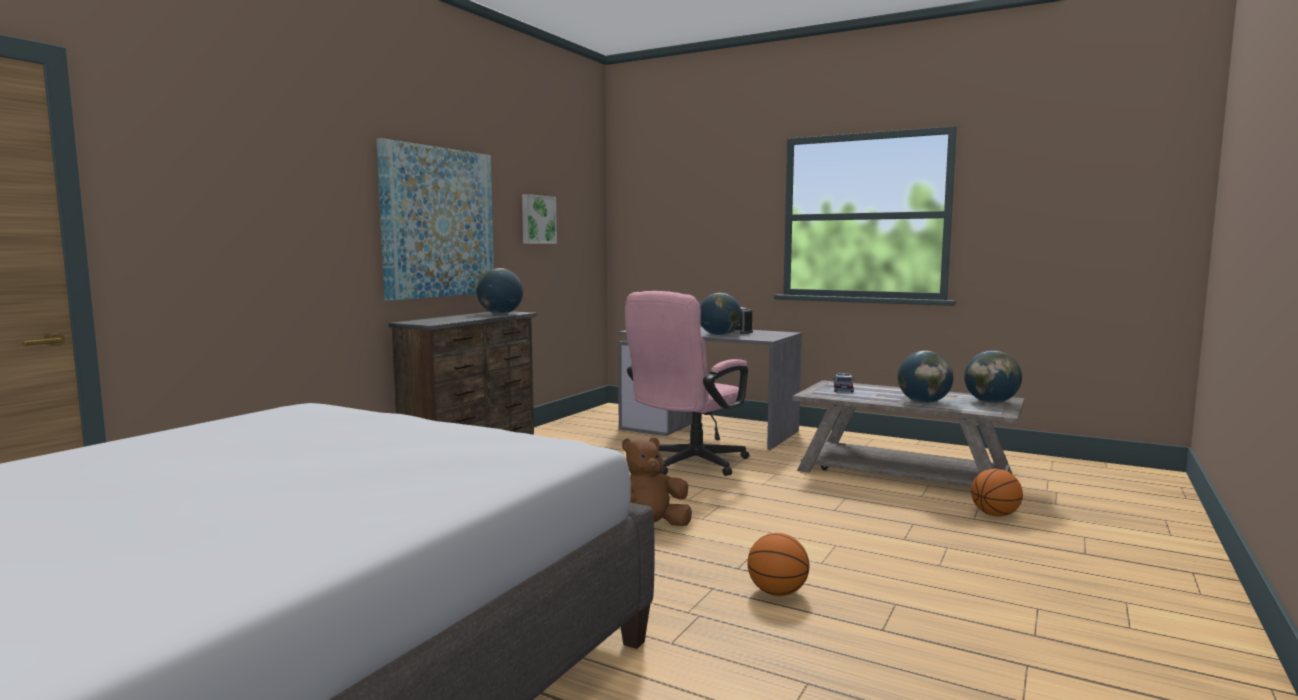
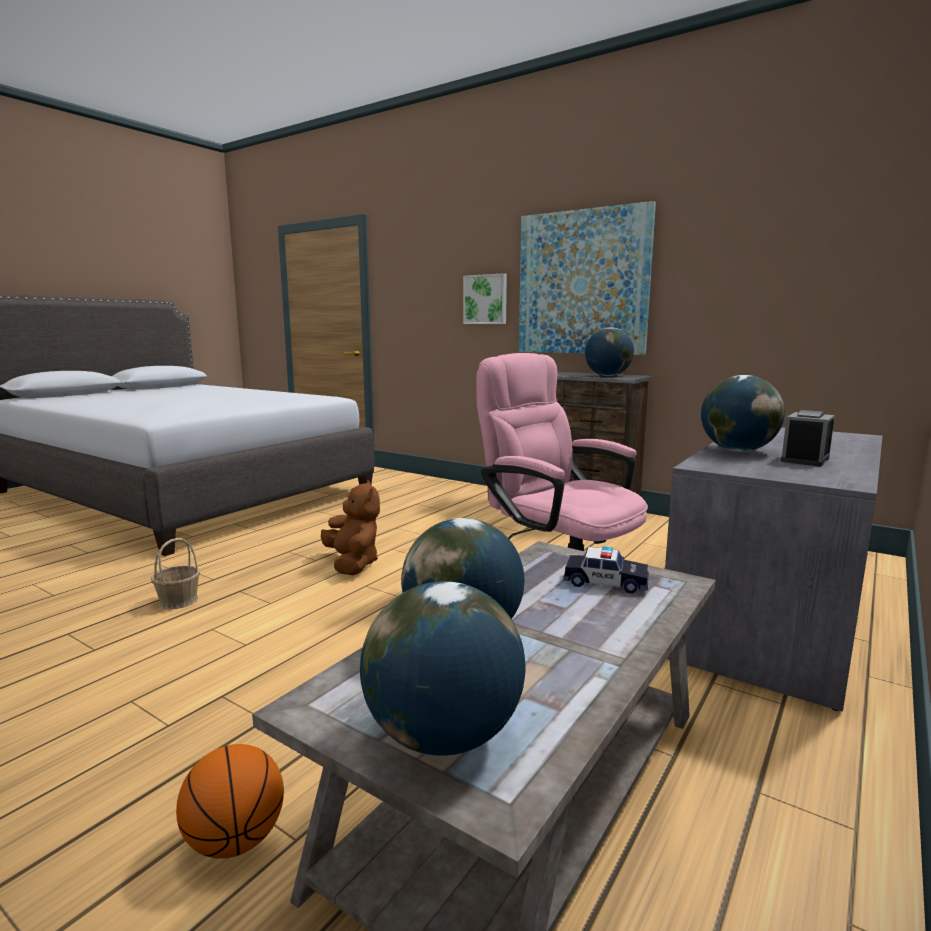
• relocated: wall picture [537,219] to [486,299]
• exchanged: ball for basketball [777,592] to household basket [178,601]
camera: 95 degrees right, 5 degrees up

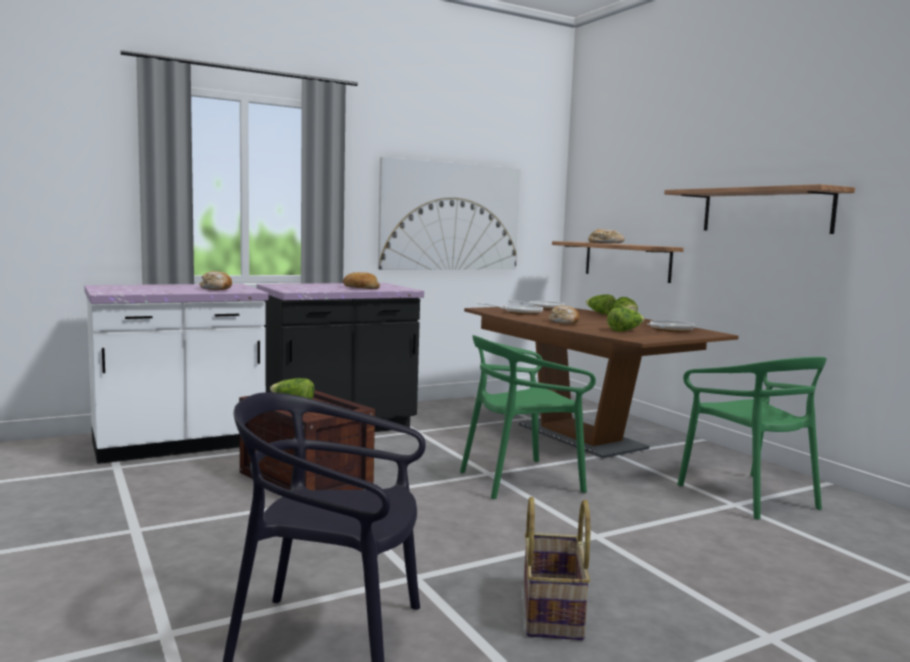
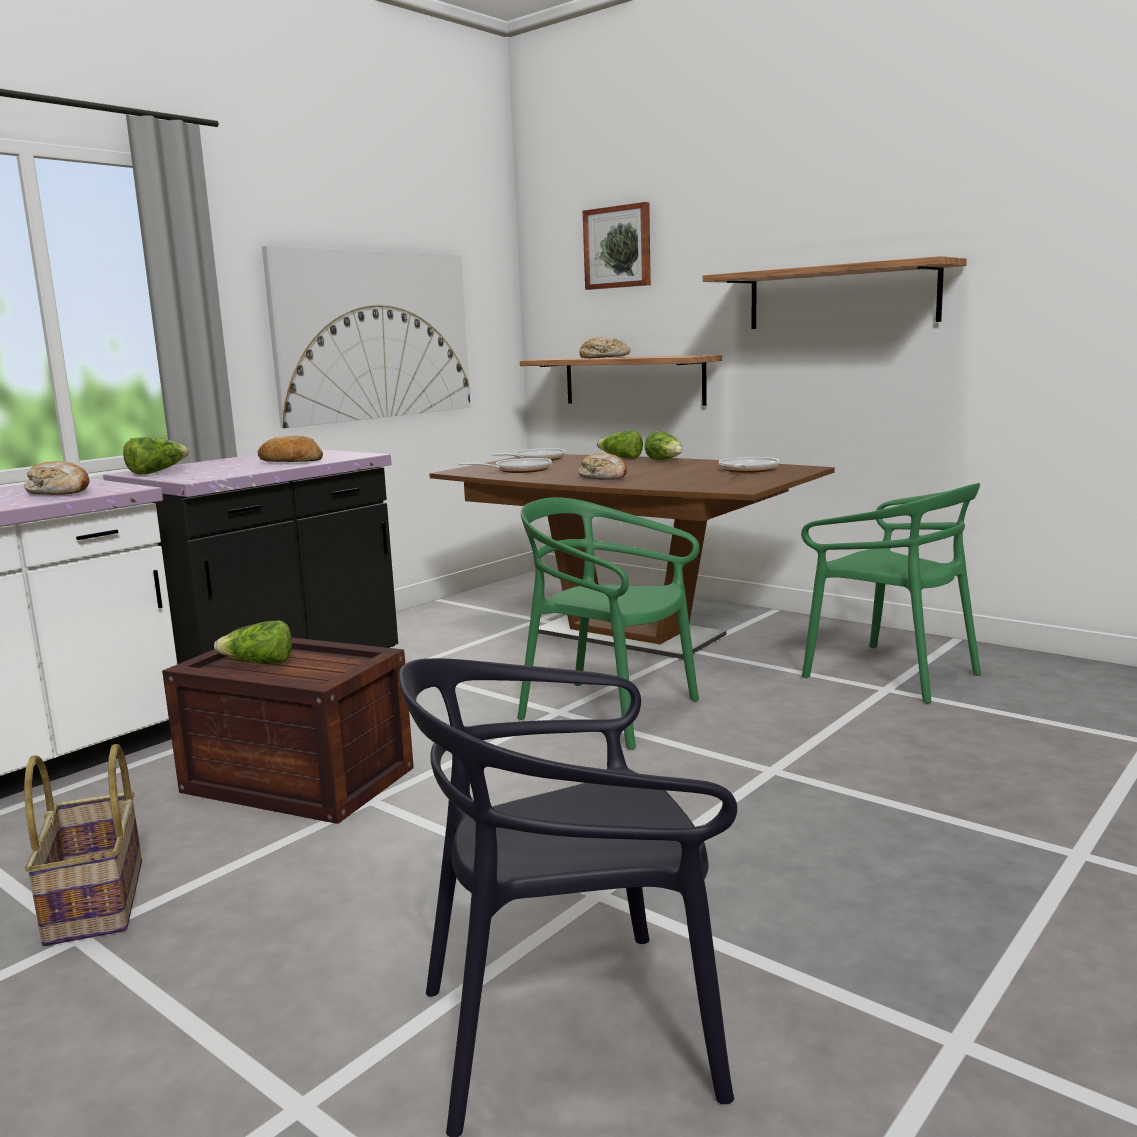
• relocated: lettuce [625,330] to [157,472]
• spun: chair in green [521,480] = [609,712] 75 degrees clockwise
• relocated: household basket [553,612] to [98,902]
• appeared: wall picture [618,247]
camera: 20 degrees left, 5 degrees up

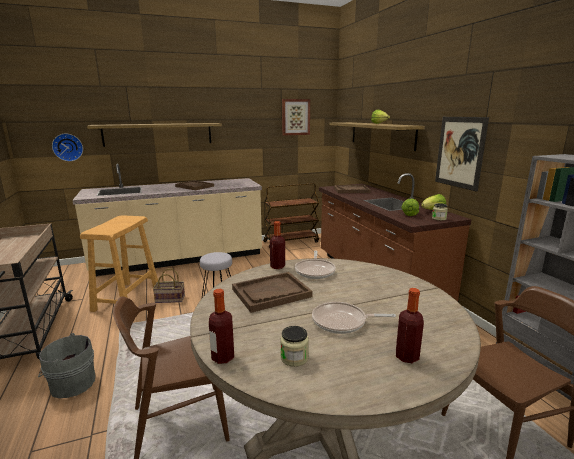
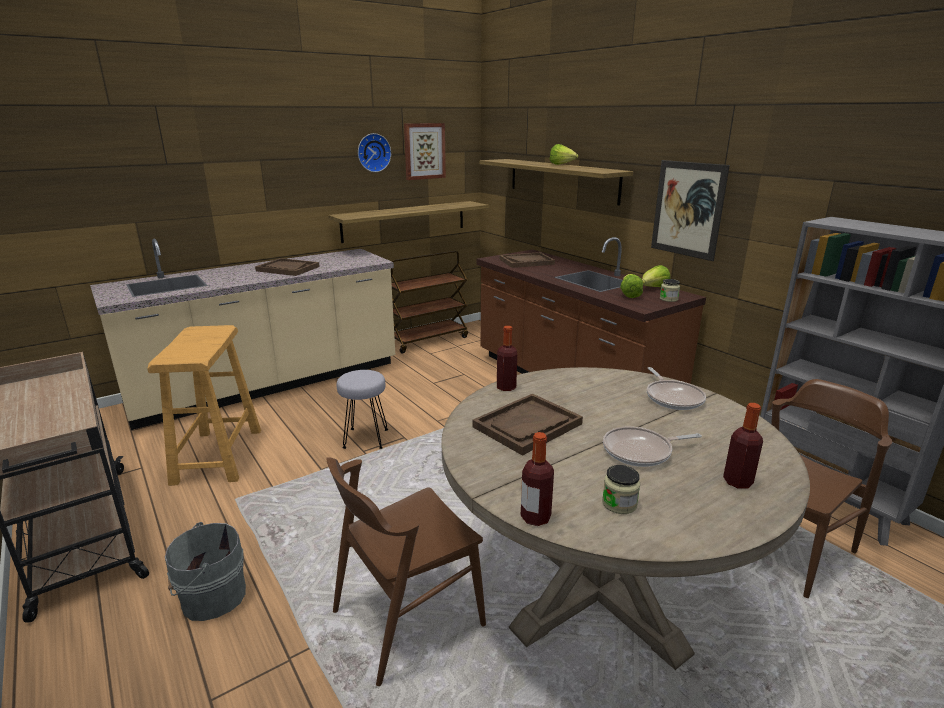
• relocated: bracket shelf [158,134] to [404,221]
• relocated: wall clock [68,147] to [373,152]
• relocated: skillet [315,271] to [673,397]
• missing: household basket [169,299]
camera: 15 degrees left, 5 degrees up

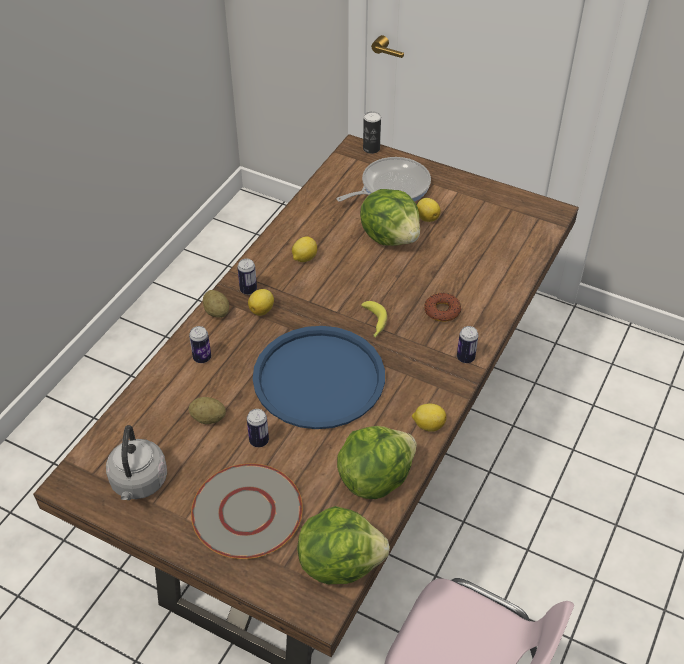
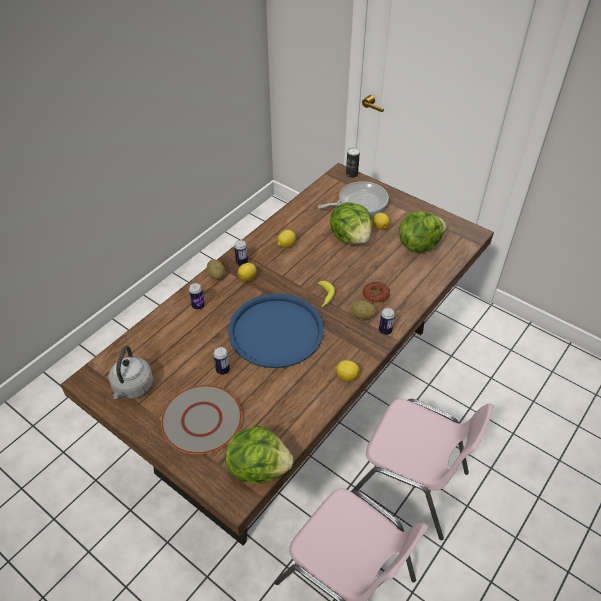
• relocated: spud [208,418] to [363,315]
• relocated: lettuce [374,478] to [418,244]
• appeared: chair in pink-coloured [410,485]
camera: 10 degrees right, 0 degrees up

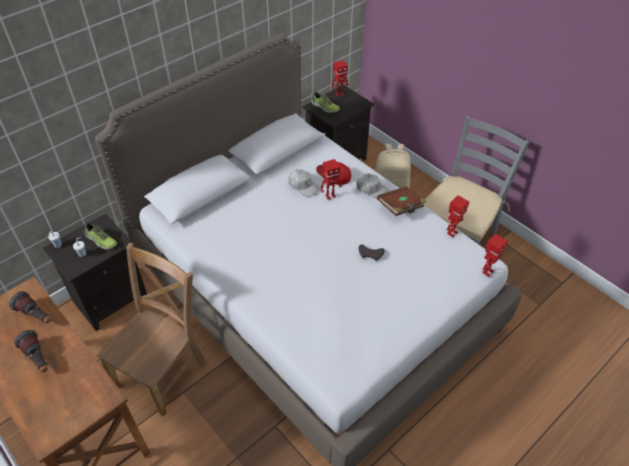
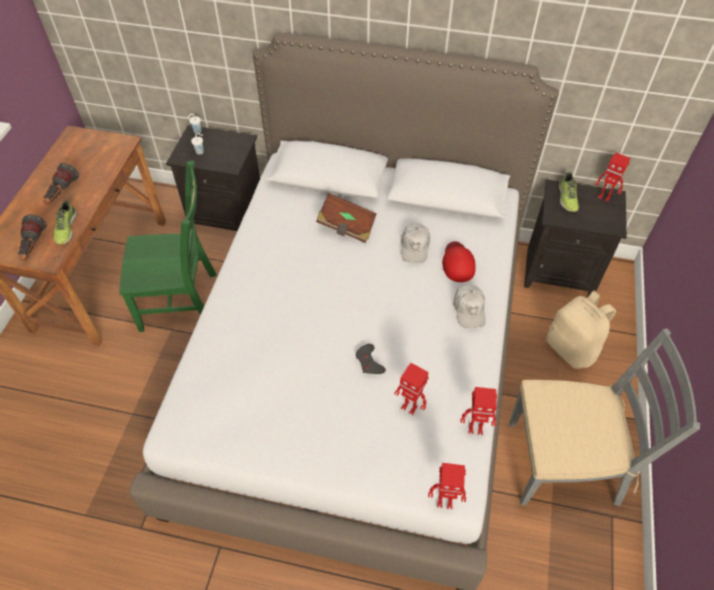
• relocated: toy robot [330,196] to [409,407]
• relocated: book in brownish [401,207] to [346,226]
• relocated: shoe [101,240] to [65,228]
• colour: chair in brownish [163,371] to chair in green [183,302]
• relocated: torch [36,316] to [33,247]
camera: 55 degrees right, 5 degrees up

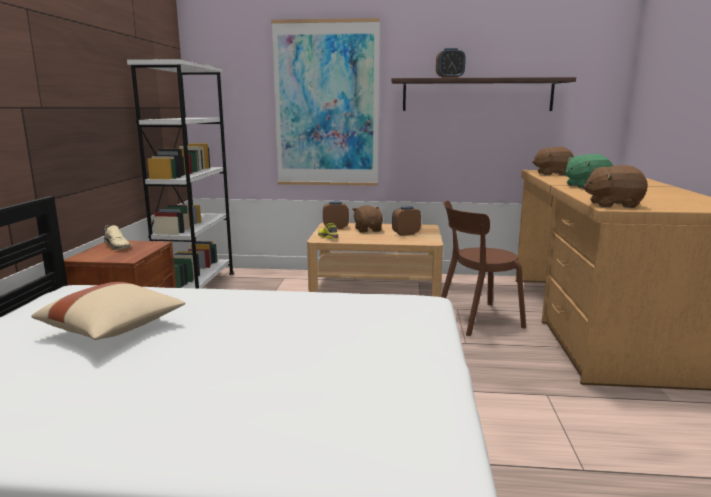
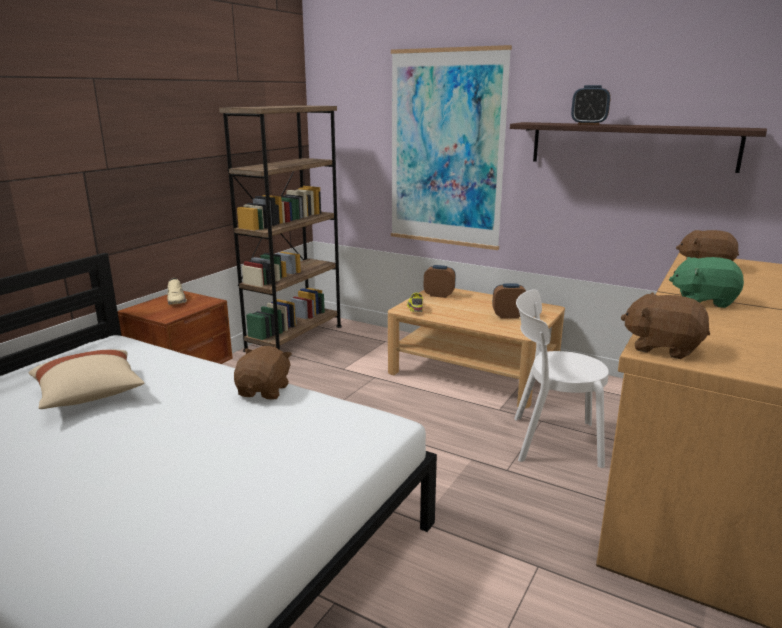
• colour: shelving unit in whitish [197,287] to shelving unit in brownish [294,338]
• colour: chair in brownish [475,319] to chair in whitish [550,440]
• relocated: cuddly toy in brownish [368,230] to [264,391]
camera: 25 degrees right, 5 degrees up

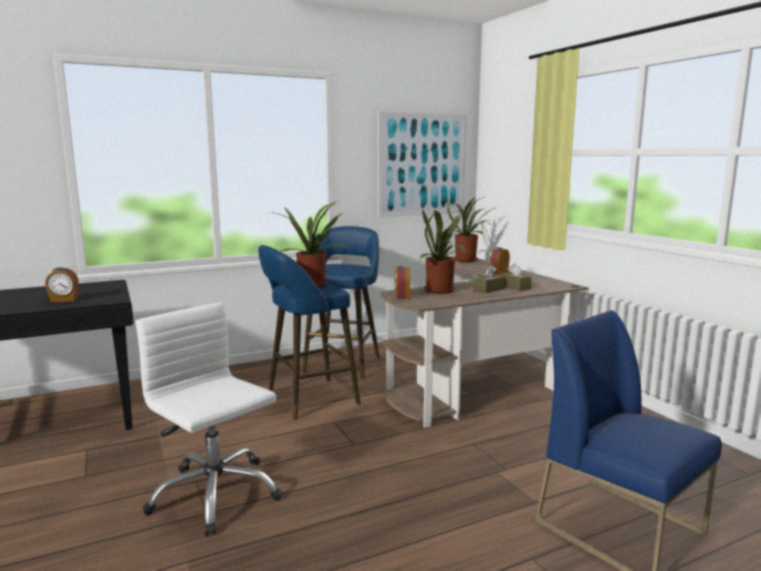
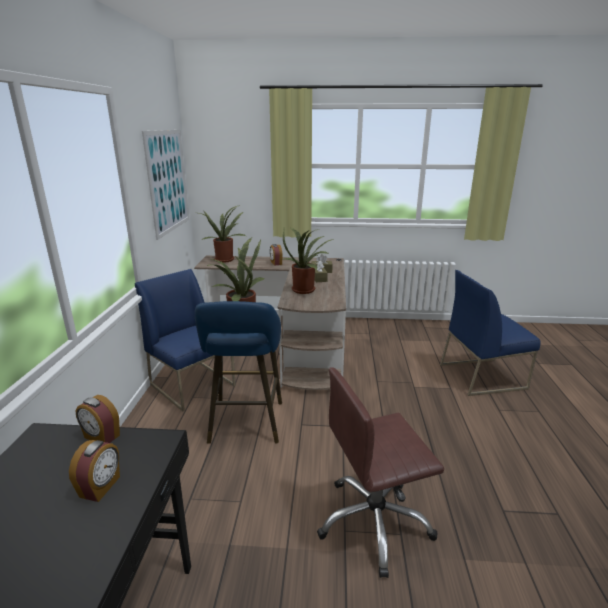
• exchanged: stool in blue-coloured [344,363] to chair in blue-coloured [193,384]
• relocated: alarm clock [401,296] to [101,437]
• colour: desk chair in whitish [215,494] to desk chair in brownish [374,522]
camera: 60 degrees left, 10 degrees up

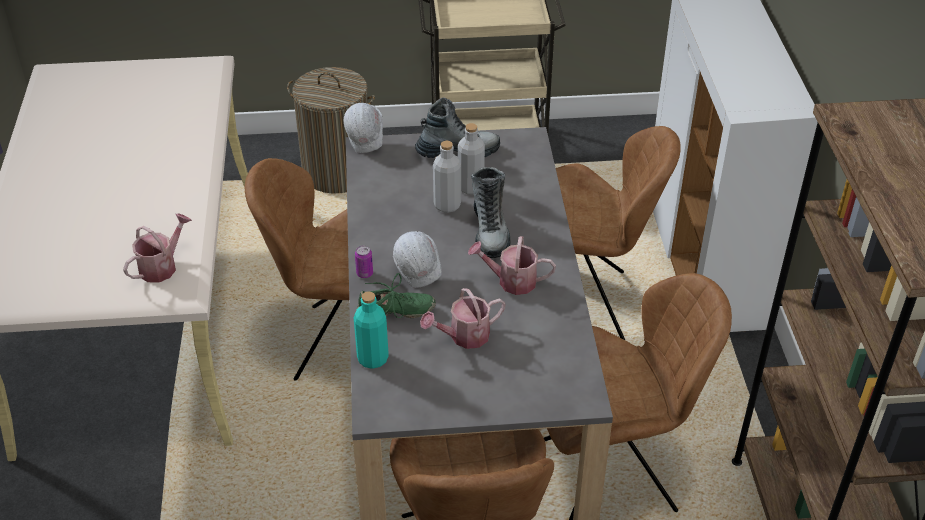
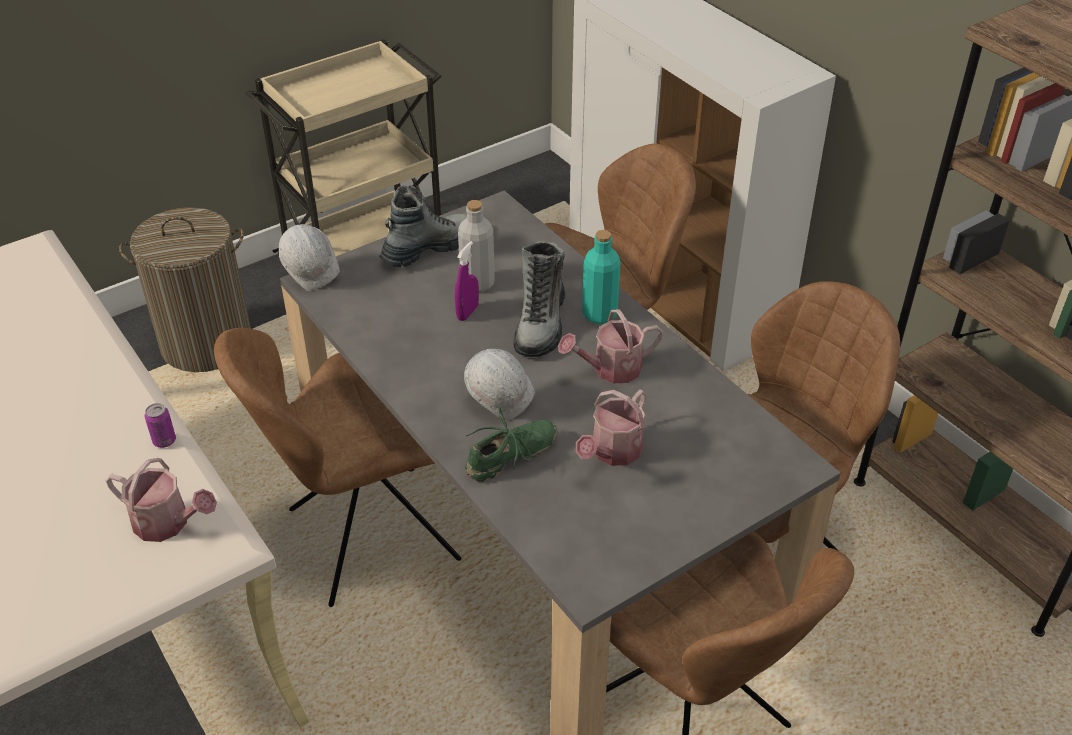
• exchanged: beverage bottle in greyish [447,205] to sprayer in purple-coloured [467,312]
• spun: boot [490,231] = [541,324] 45 degrees clockwise
• spun: watering pot [162,266] = [168,523] 105 degrees clockwise
• relocated: metal can [364,273] to [164,441]
• relocated: beverage bottle in blue-green [373,358] to [599,314]
camera: 30 degrees left, 0 degrees up

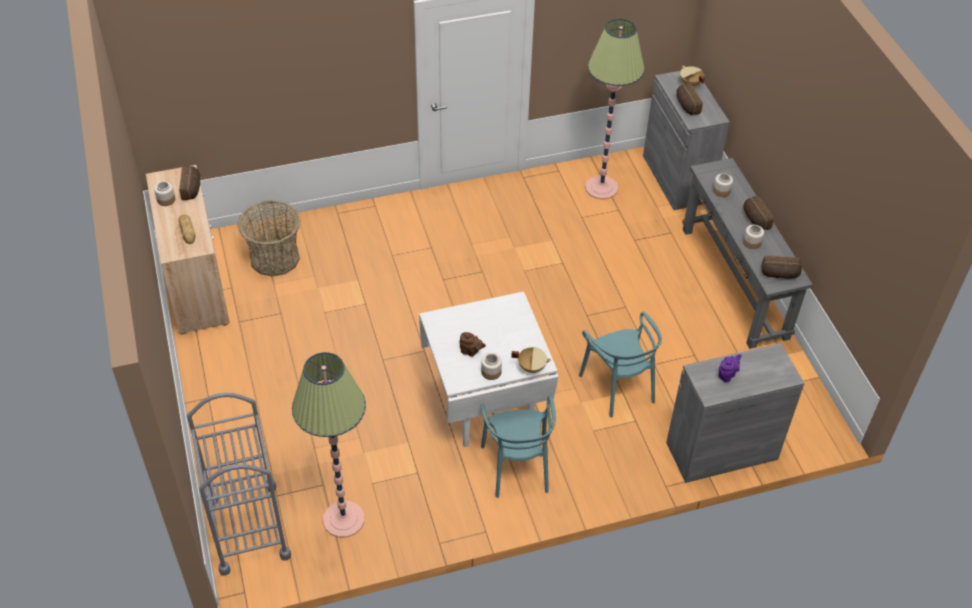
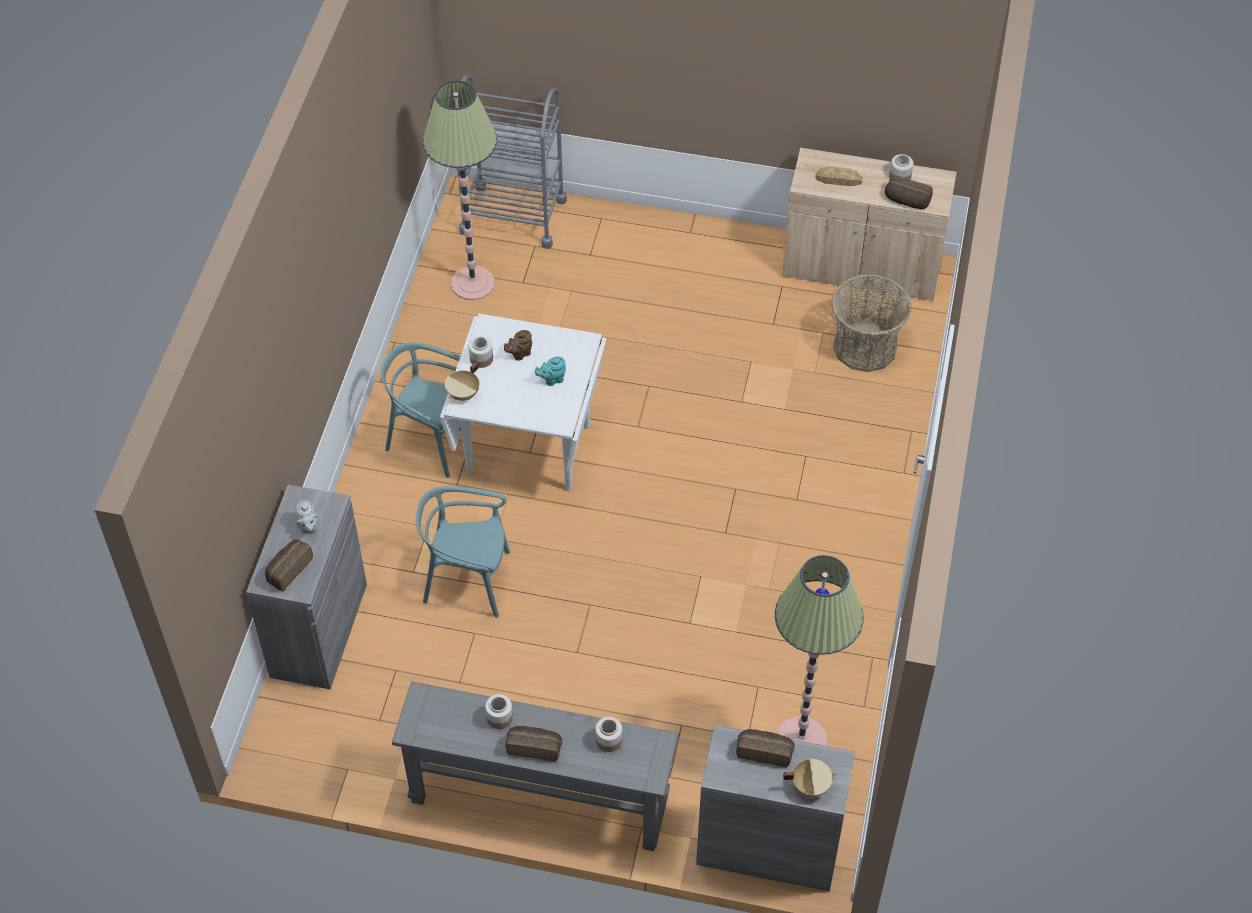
• relocated: baked bread [779,274] to [288,569]
• colour: pot for tea in purple-coloured [727,375] to pot for tea in greyish [308,527]
• appeared: pot for tea in blue-green [552,379]
camera: 120 degrees right, 5 degrees up

